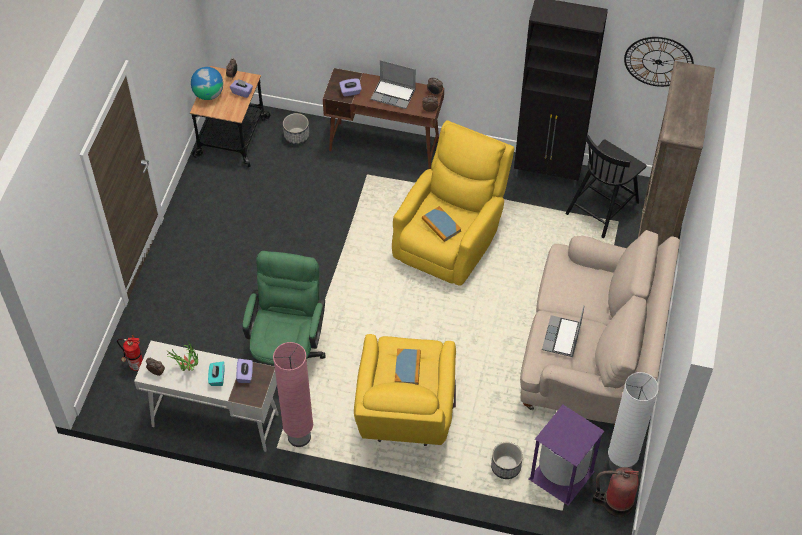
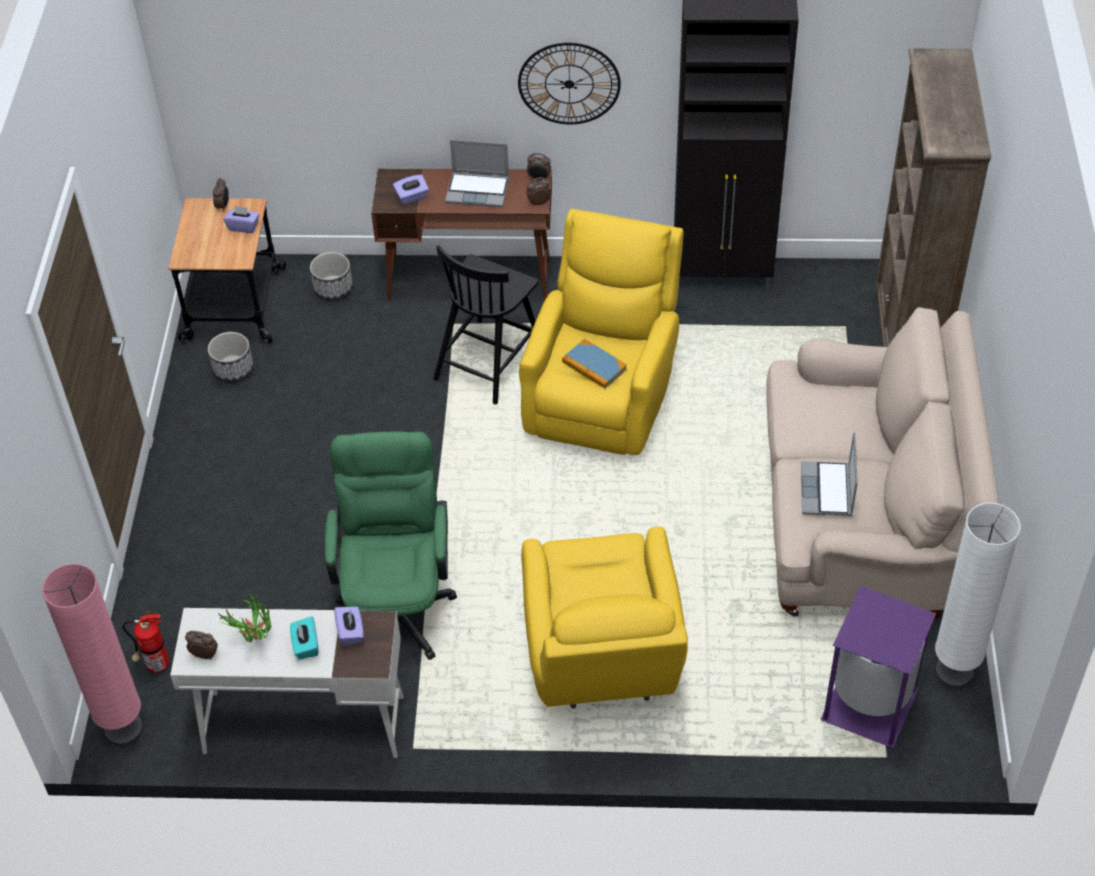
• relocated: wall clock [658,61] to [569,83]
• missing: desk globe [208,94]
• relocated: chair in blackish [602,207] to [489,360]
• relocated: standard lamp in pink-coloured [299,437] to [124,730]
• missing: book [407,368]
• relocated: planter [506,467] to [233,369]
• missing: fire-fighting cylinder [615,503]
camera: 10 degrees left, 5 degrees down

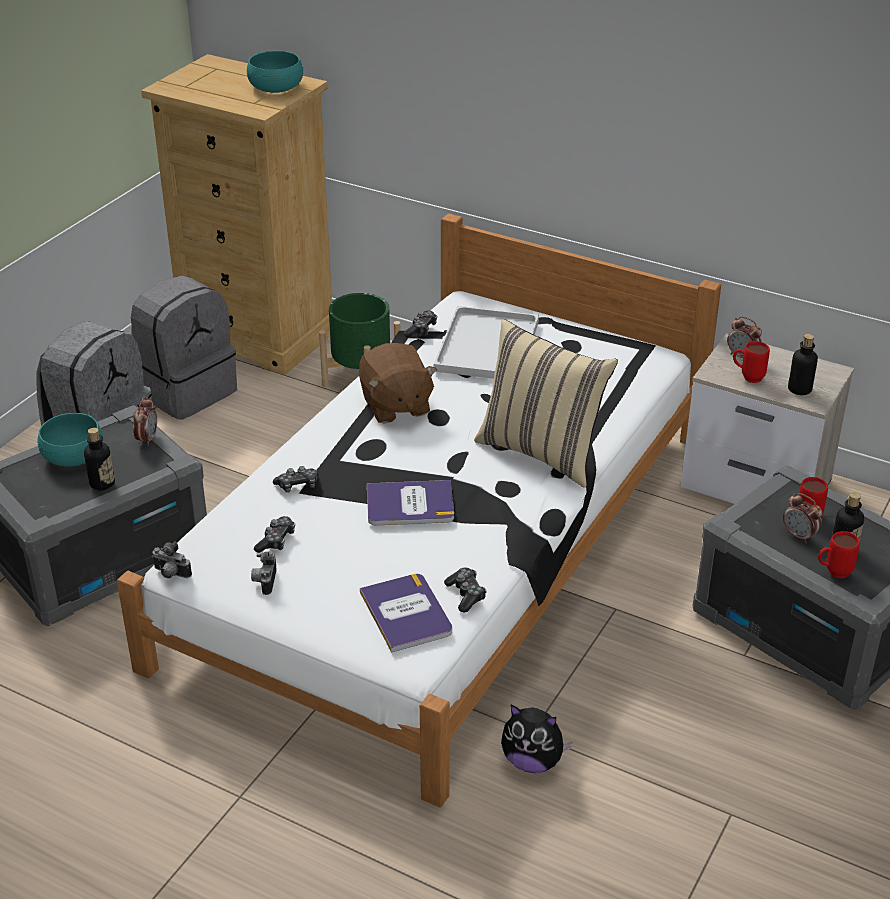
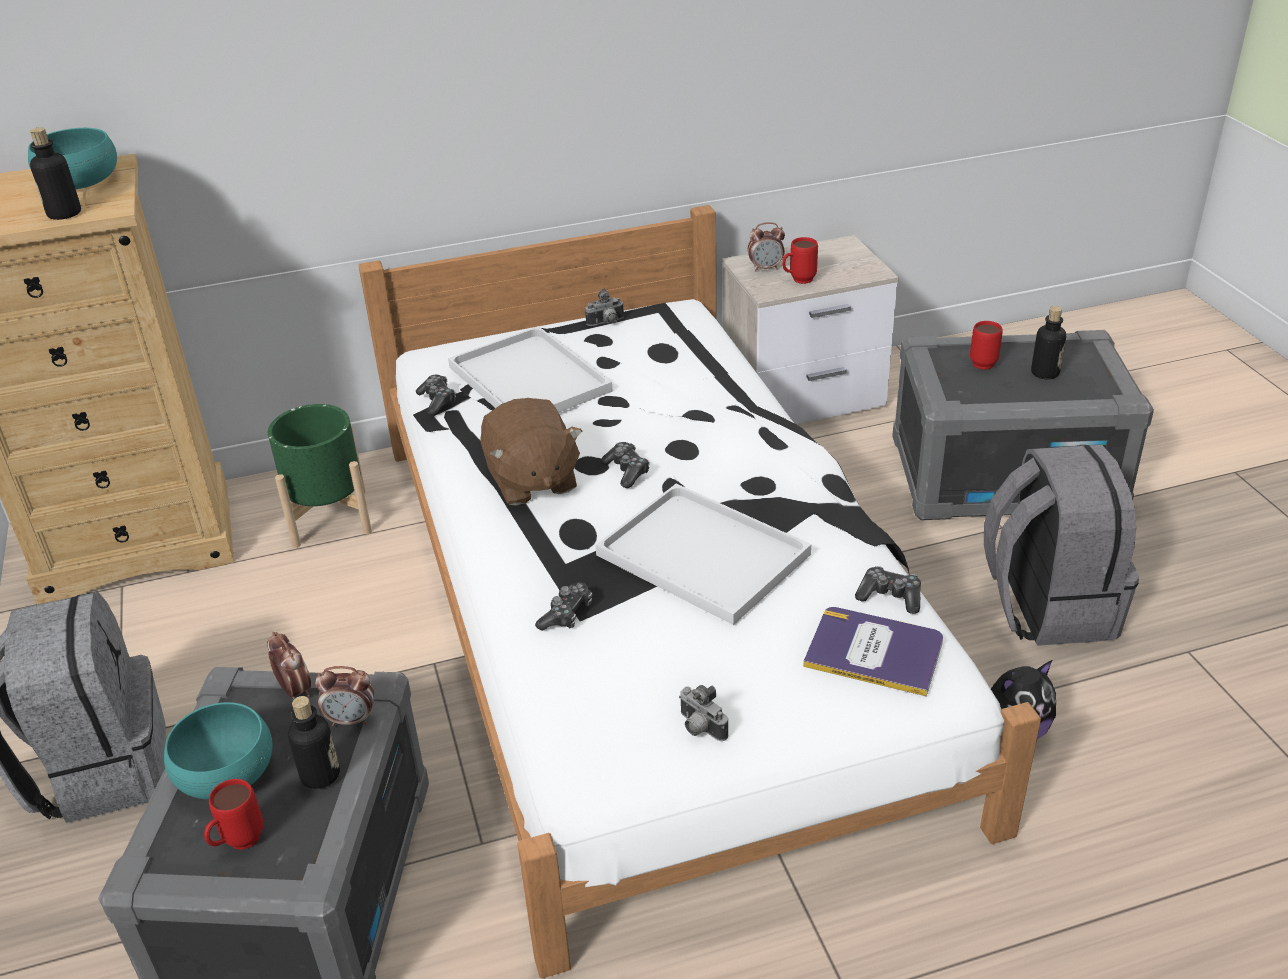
• relocated: rucksack in greyish [187,391] to [1047,605]
• missing: throw pillow in beige [542,452]
• relocated: beverage bottle [799,389] to [64,213]
• spun: cuddly toy in brownish [395,406] = [531,481] 45 degrees clockwise
• exchanged: book [410,504] to tray in whitish [707,555]
• relocated: alarm clock [799,536] to [351,720]
• relocated: game controller [276,540] to [626,471]
• relocated: mug in red [833,572] to [238,844]
• relocated: still camera [170,574] to [606,323]
camera: 45 degrees left, 0 degrees up

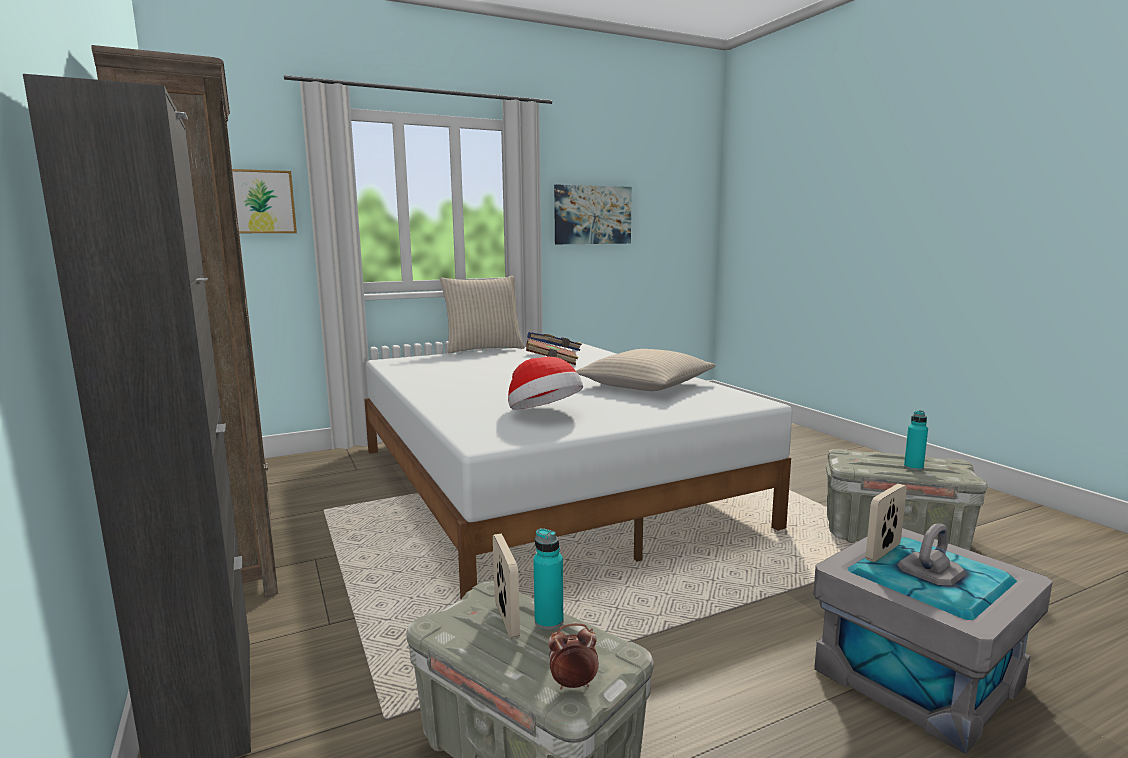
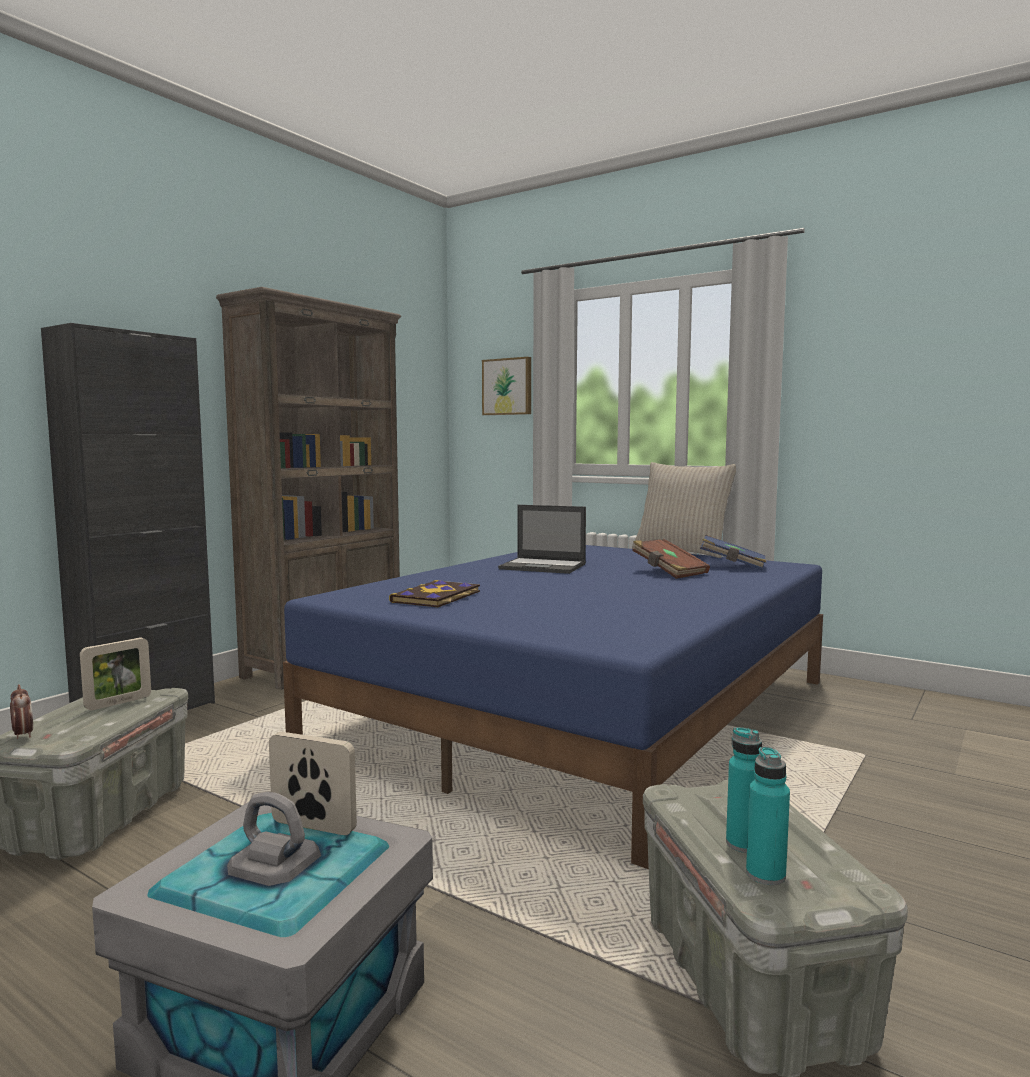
• missing: wall picture [592,215]
• colour: bedroom bed in whitish [544,484] to bedroom bed in blue-coloured [586,711]
• missing: throw pillow in beige [645,385]
• exchanged: hat [543,414] to book [437,597]
• relocated: beverage bottle in blue-green [549,621] to [765,874]
• appeared: portable computer [544,566]
camera: 60 degrees right, 5 degrees down

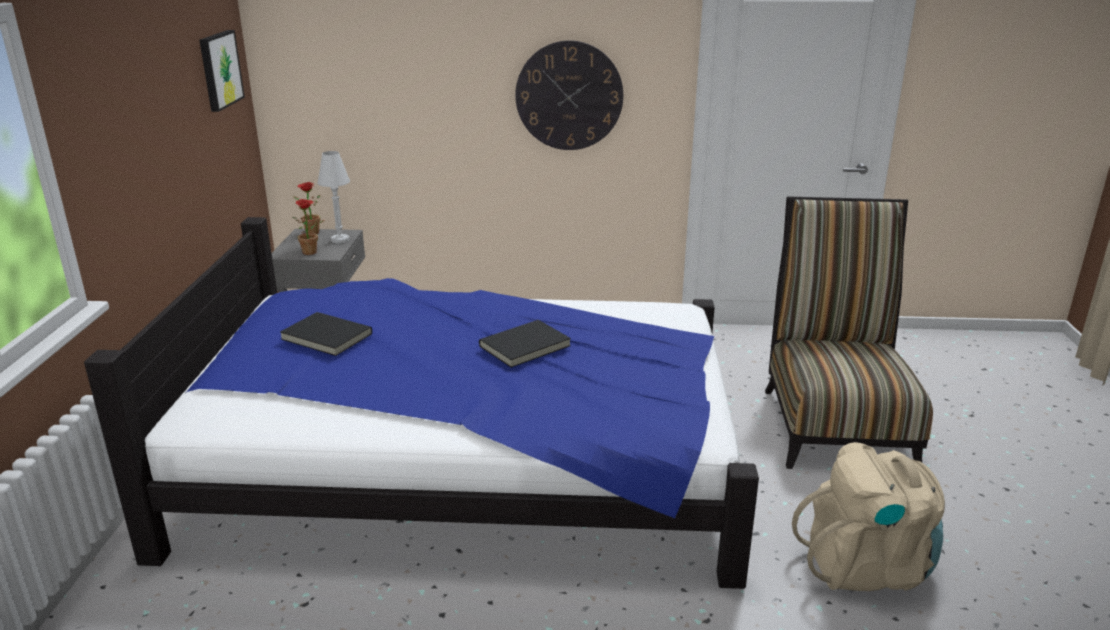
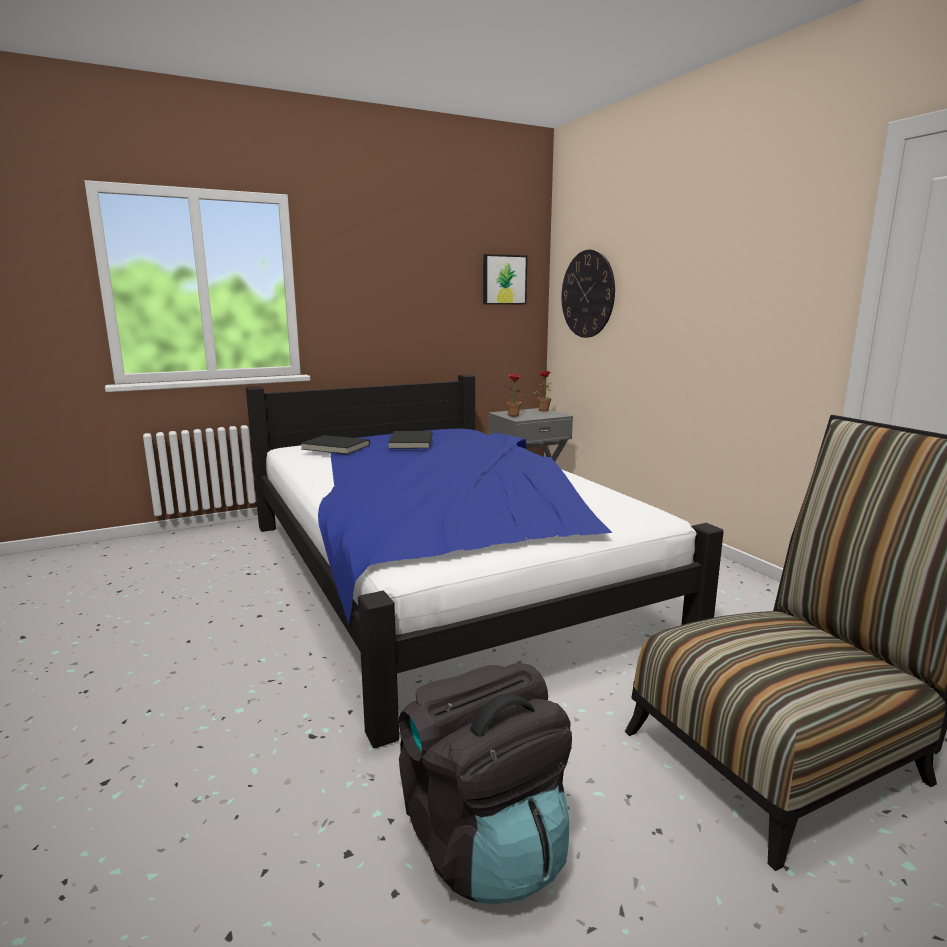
• relocated: wall clock [569,96] to [587,294]
• missing: lamp for a table in whitish [340,240]
• relocated: book in blackish [526,347] to [335,447]
• colour: rucksack in beige [866,567] to rucksack in blackish [484,843]
camera: 60 degrees right, 10 degrees down

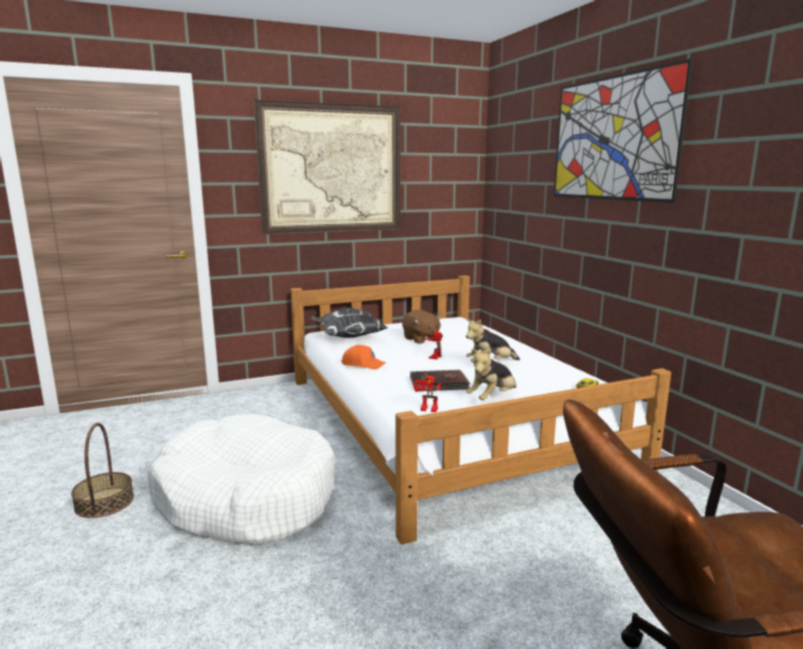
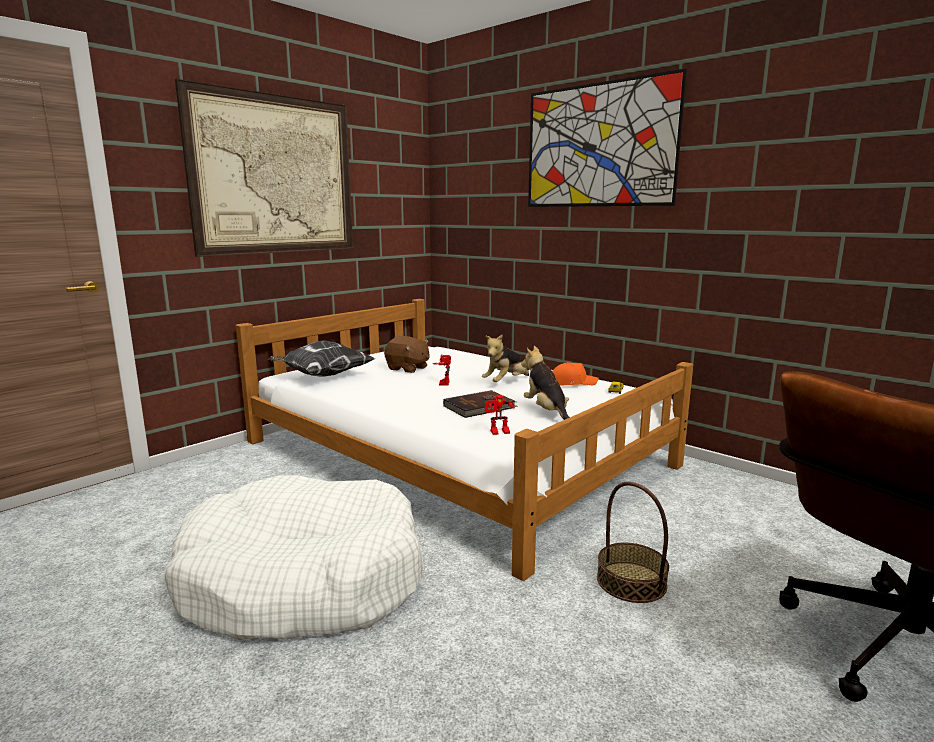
• relocated: peaked cap in orange [363,364] to [572,383]
• spun: cuddly toy [492,398] = [546,412] 135 degrees clockwise
• relocated: household basket [104,502] to [631,581]
camera: 25 degrees left, 0 degrees up

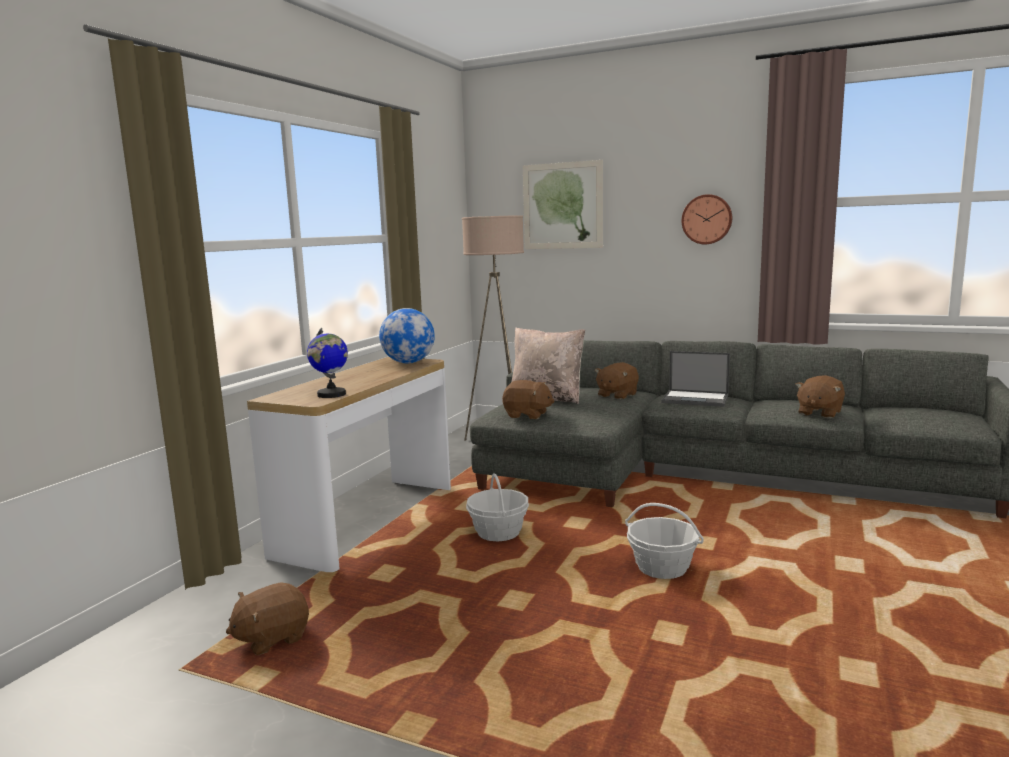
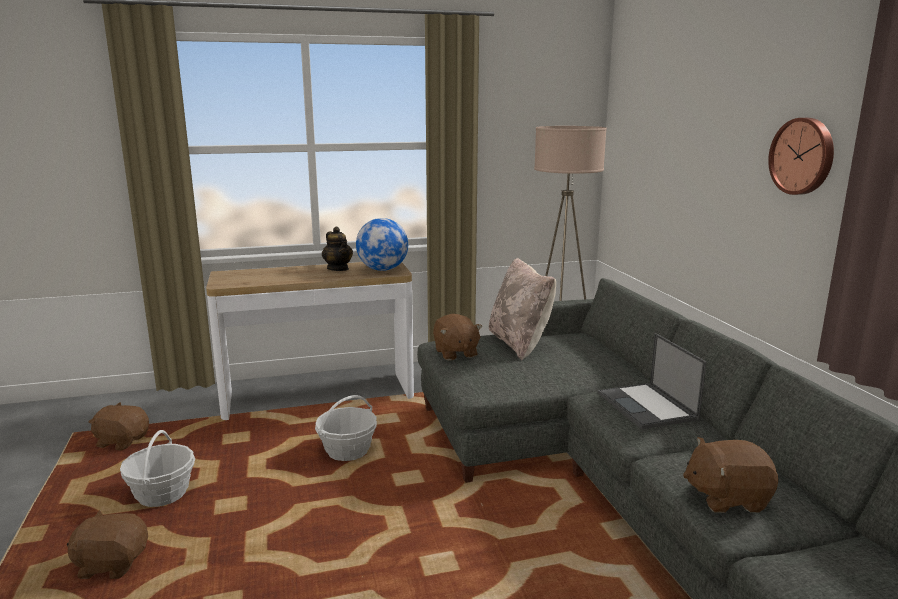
• missing: wall picture [562,206]
• missing: desk globe [331,394]
• relocated: cuddly toy in brownish [616,395] to [112,564]
• relocated: household basket [662,569] to [162,495]
• appeared: pot for tea [338,269]
camera: 50 degrees right, 5 degrees up

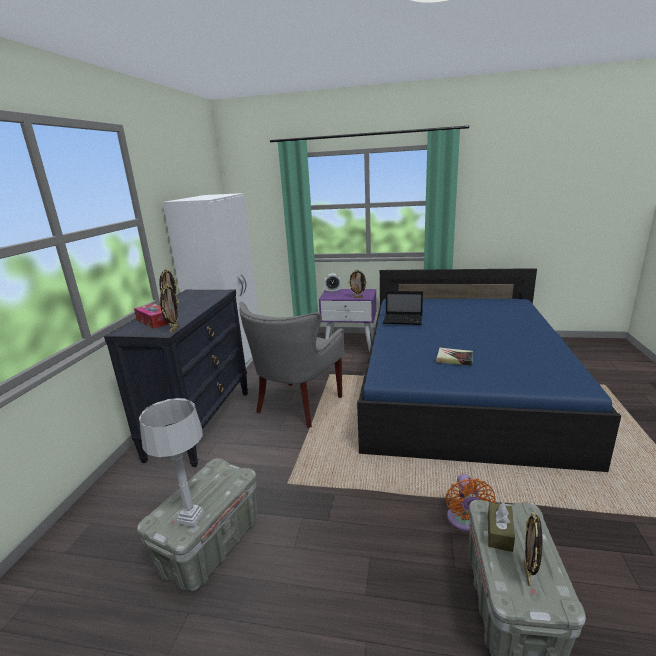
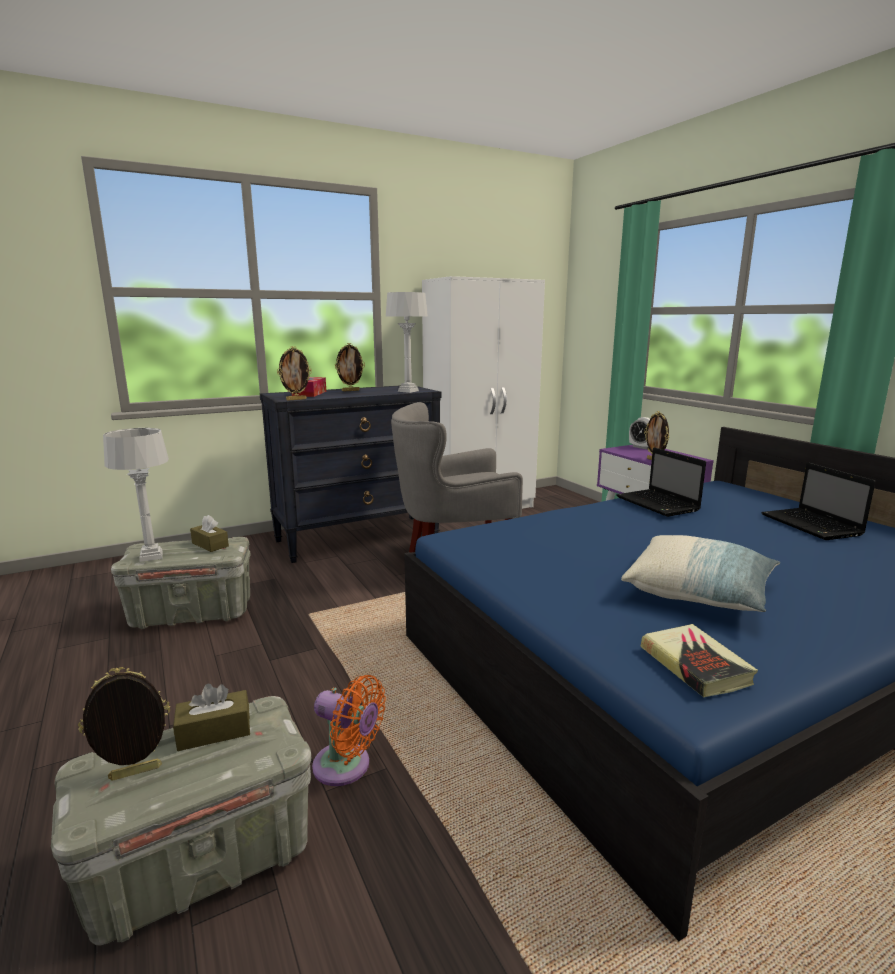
• relocated: book [454,359] to [695,665]
• spun: cooling fan in orange [465,521] = [346,767] 120 degrees counterclockwise
• appeared: lamp for a table in greyish [408,391]
• appeared: portable computer [812,525]
• appeared: tissue box in brownish [210,544]
• appeared: throw pillow [698,592]
camera: 50 degrees right, 5 degrees down

